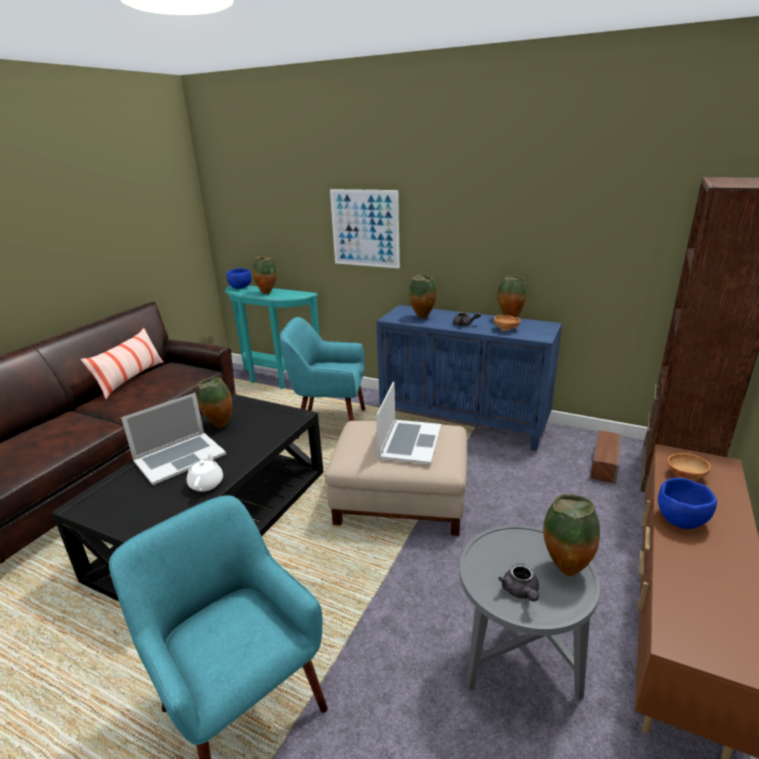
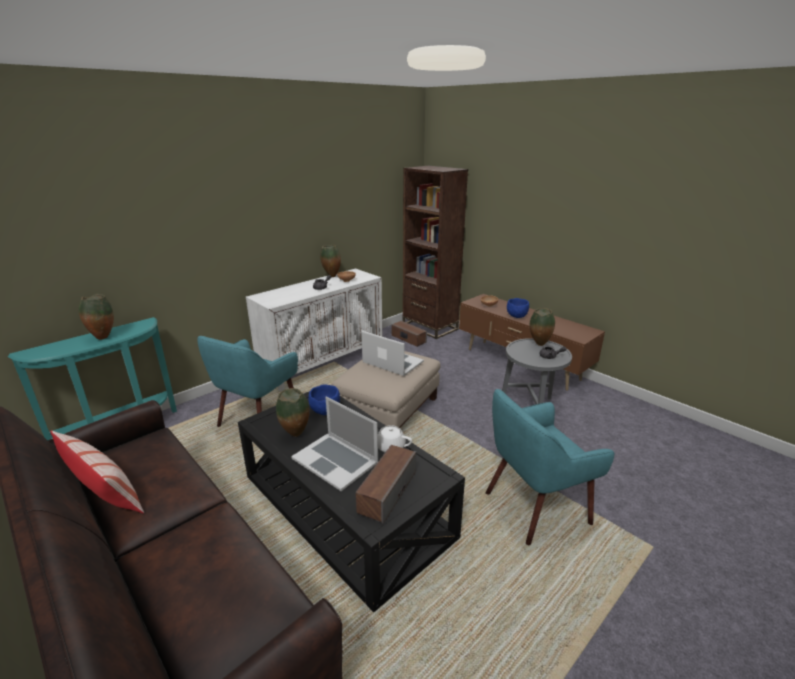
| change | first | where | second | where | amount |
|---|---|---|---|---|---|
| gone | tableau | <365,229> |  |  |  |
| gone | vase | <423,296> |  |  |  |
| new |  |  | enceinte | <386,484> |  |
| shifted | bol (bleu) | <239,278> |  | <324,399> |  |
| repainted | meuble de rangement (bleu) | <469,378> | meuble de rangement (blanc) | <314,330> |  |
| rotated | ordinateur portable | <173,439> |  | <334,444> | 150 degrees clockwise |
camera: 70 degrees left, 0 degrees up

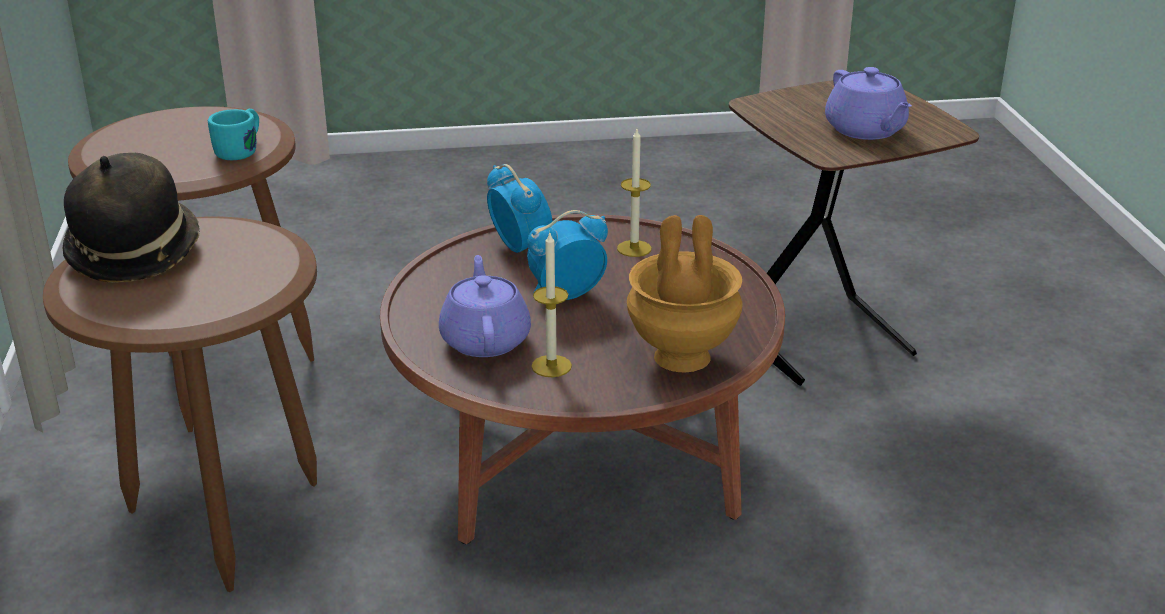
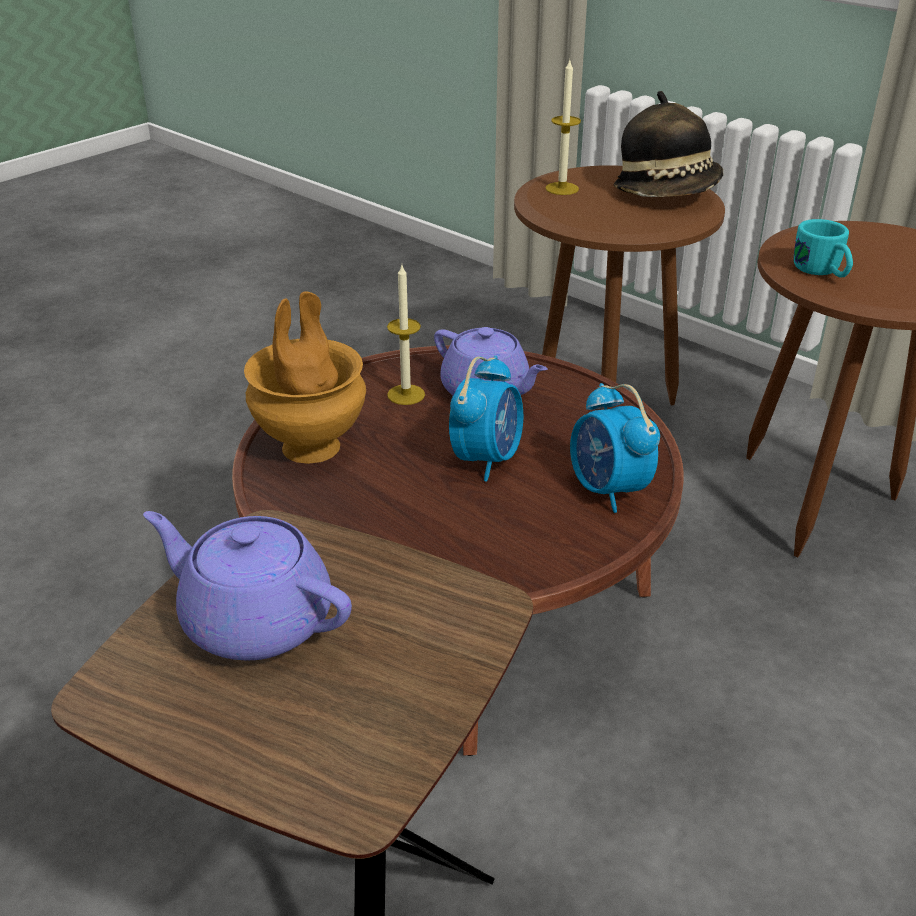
| change | first | where | second | where | amount |
|---|---|---|---|---|---|
| shifted | bougie | <634,193> |  | <563,126> |  |
| rotated | réveil | <520,208> |  | <615,448> | 45 degrees clockwise |
camera: 140 degrees right, 5 degrees up

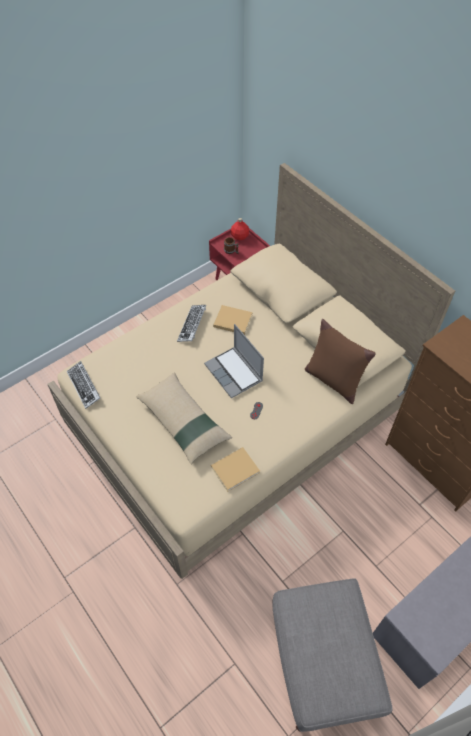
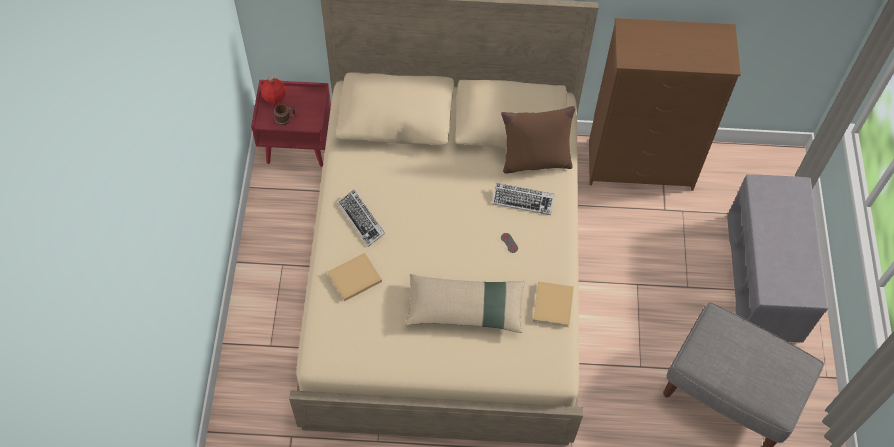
| change | first | where | second | where | amount |
|---|---|---|---|---|---|
| gone | ordinateur portable | <234,361> |  |  |  |
| shifted | clavier | <83,385> |  | <523,199> |  |
| shifted | livre (beige) | <233,320> |  | <355,277> |  |
camera: 50 degrees left, 5 degrees up

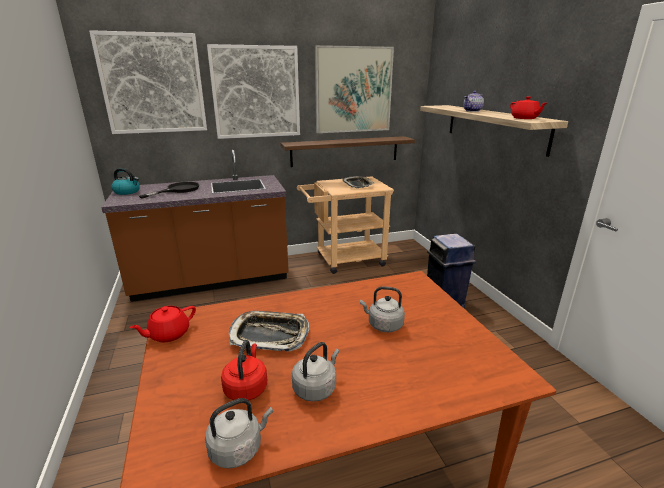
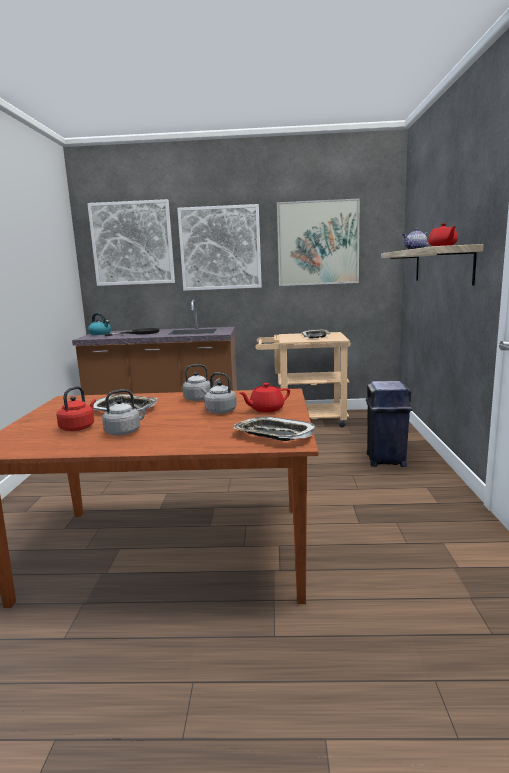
| change | first | where | second | where | amount |
|---|---|---|---|---|---|
| gone | étagère | <347,151> |  |  |  |
| new |  |  | plateau | <274,429> |  |
| shifted | théière (rouge) | <162,324> |  | <265,398> |  |
| shifted | bouilloire (gris) | <239,433> |  | <201,382> |  |
camera: 20 degrees right, 10 degrees down

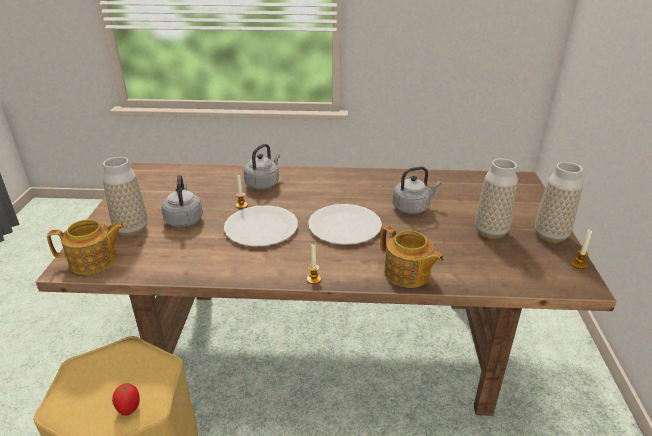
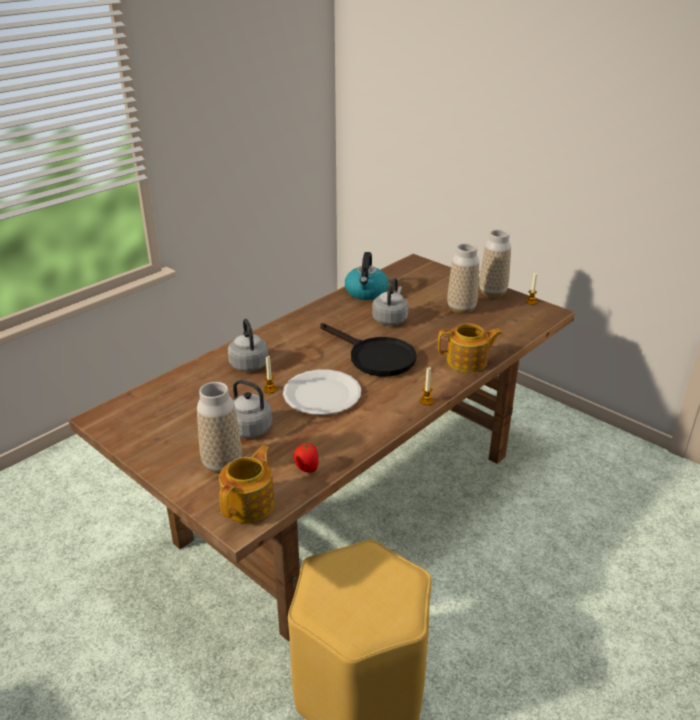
| change | first | where | second | where | amount |
|---|---|---|---|---|---|
| new |  |  | bouilloire | <367,276> |  |
| shifted | tomate | <126,400> |  | <306,458> |  |
| swapped | assiette (blanc) | <345,224> | poêle (noir) | <368,349> |  |
camera: 50 degrees left, 0 degrees up

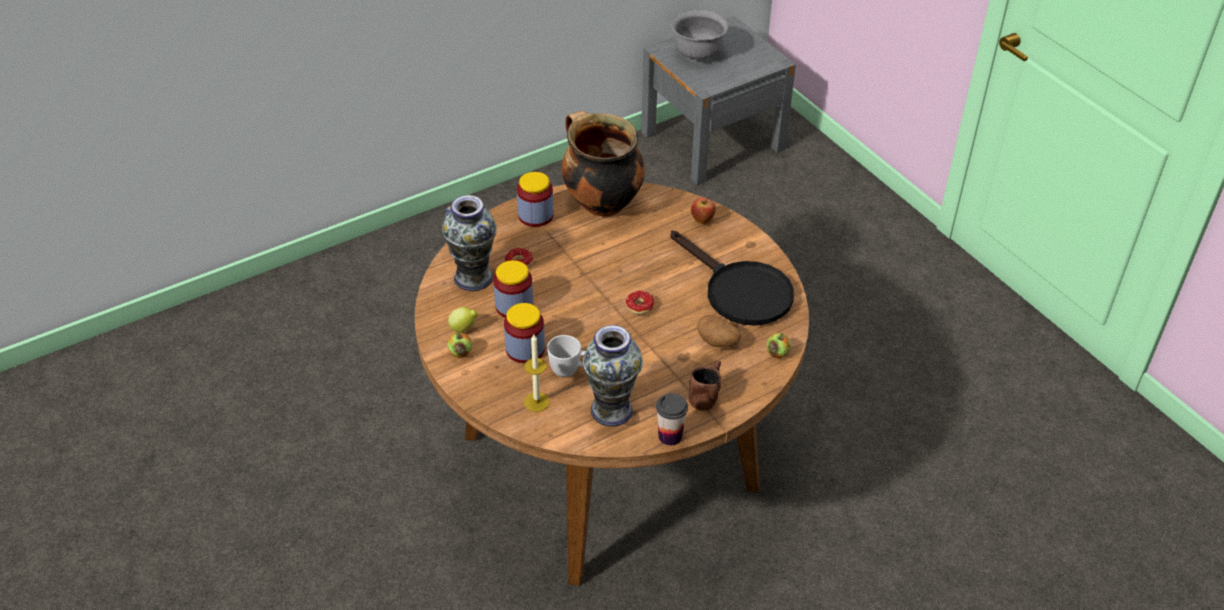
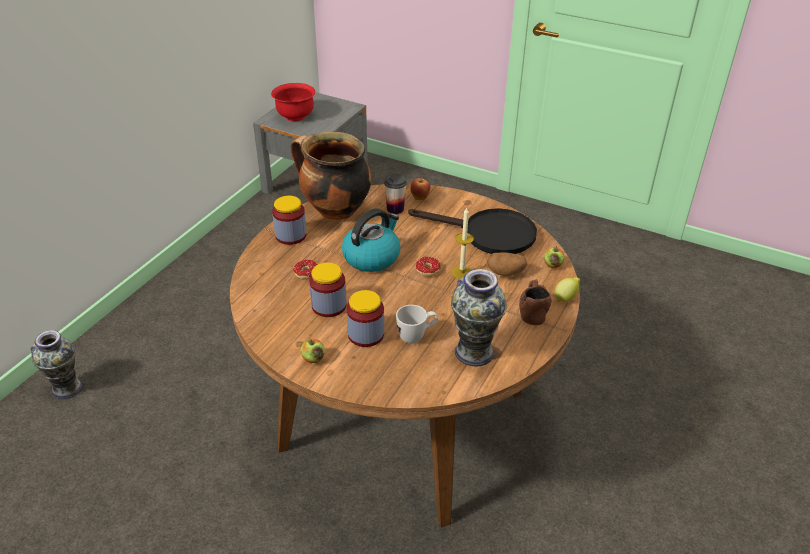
| change | first | where | second | where | amount |
|---|---|---|---|---|---|
| new |  |  | bouilloire | <371,240> |  |
| shifted | vase | <469,243> |  | <56,364> |  |
| shifted | citron | <463,320> |  | <567,289> |  |
| shifted | bougie | <537,373> |  | <463,243> |  |
| shifted | tasse | <672,419> |  | <395,194> |  |
| repainted | bol (gris) | <699,36> | bol (rouge) | <293,102> |  |
camera: 30 degrees left, 5 degrees down

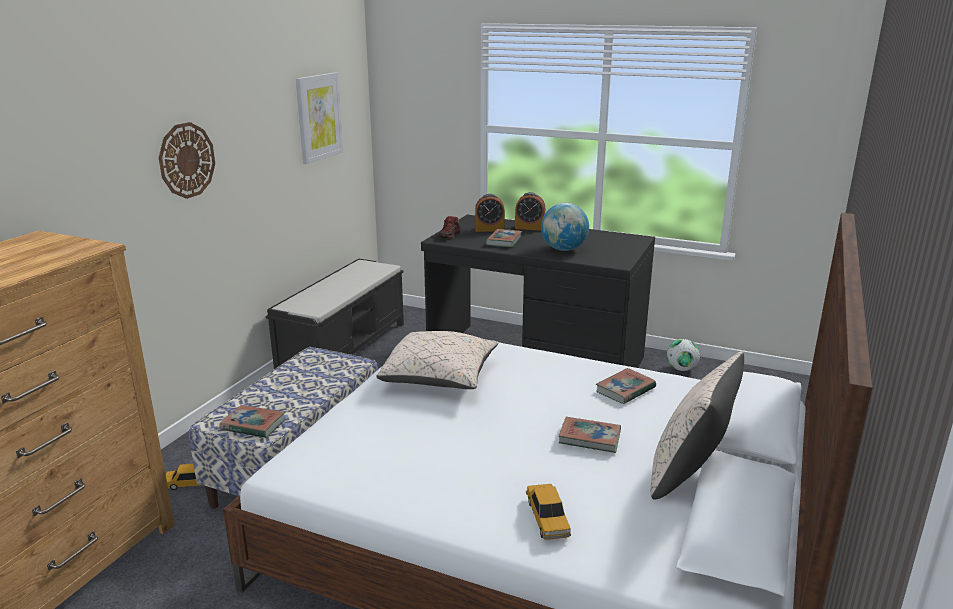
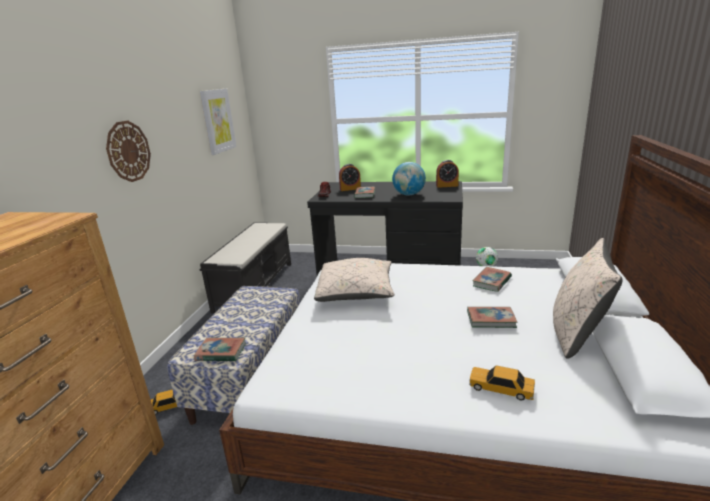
| change | first | where | second | where | amount |
|---|---|---|---|---|---|
| shifted | réveil | <530,211> |  | <447,174> |  |
| rotated | petite voiture | <548,512> |  | <502,383> | 135 degrees clockwise |
camera: 10 degrees left, 0 degrees up

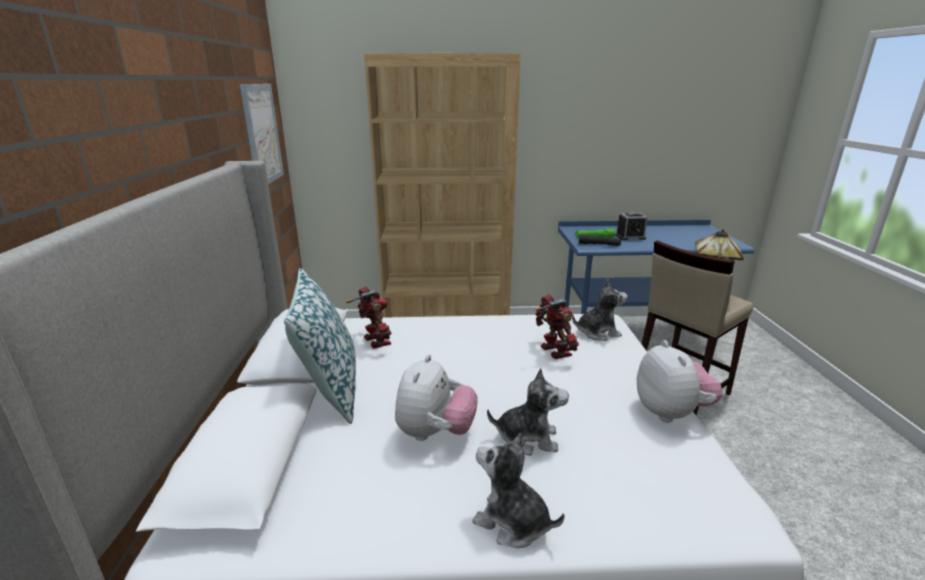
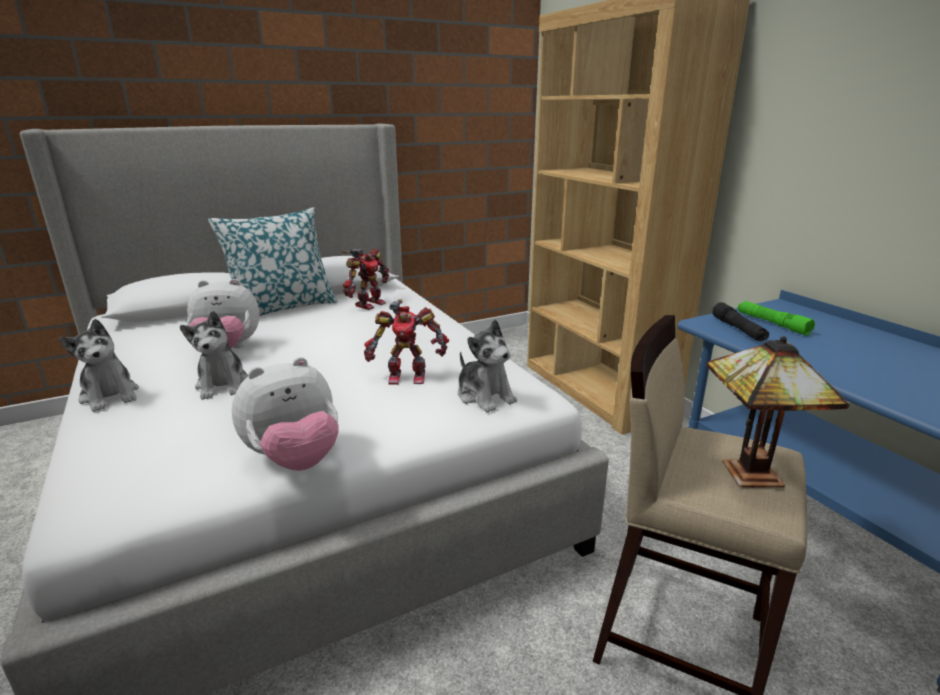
| change | first | where | second | where | amount |
|---|---|---|---|---|---|
| gone | tableau | <262,134> |  |  |  |
| gone | réveil | <632,226> |  |  |  |
| rotated | peluche | <518,490> |  | <99,365> | 135 degrees clockwise |
| rotated | robot jouet | <557,326> |  | <406,342> | 45 degrees clockwise |
camera: 65 degrees right, 0 degrees up

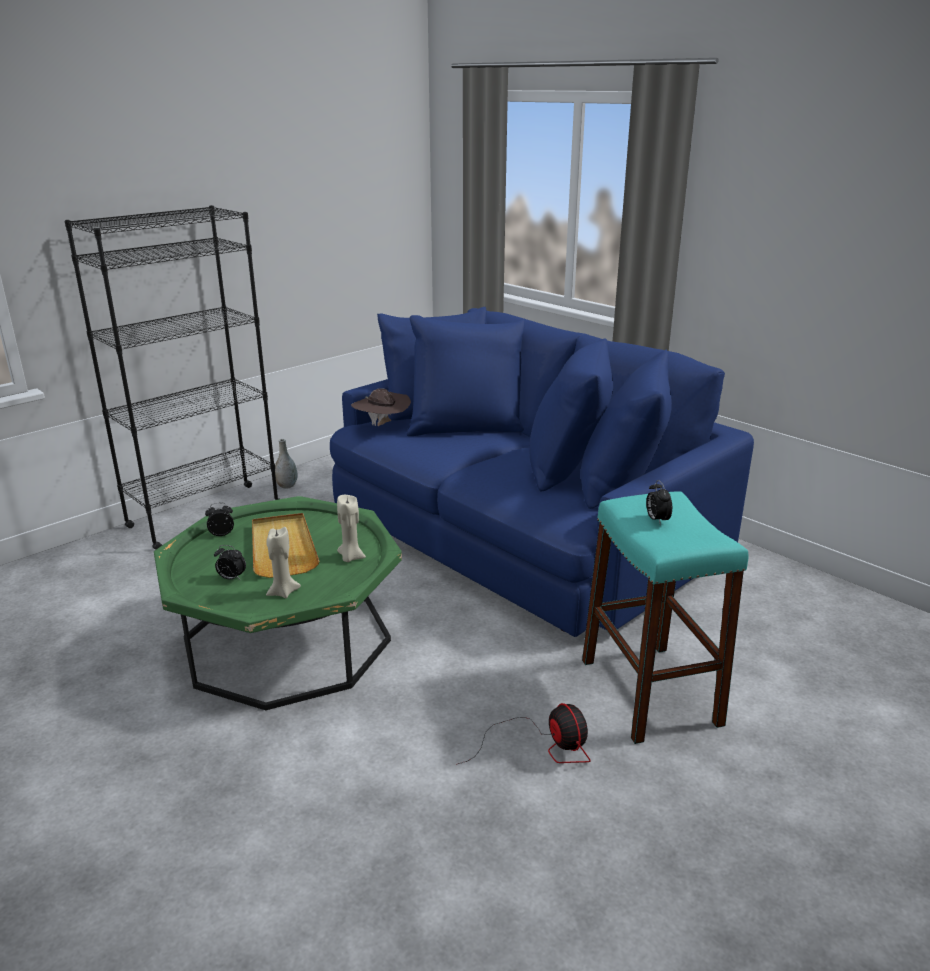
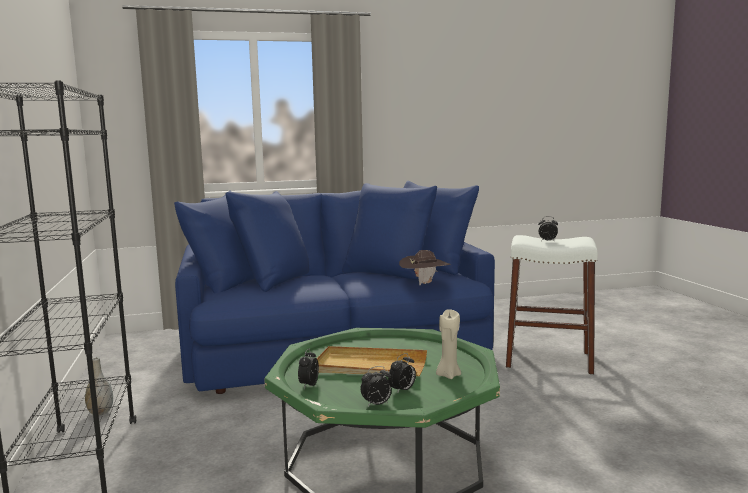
| change | first | where | second | where | amount |
|---|---|---|---|---|---|
| gone | bougie (beige) | <351,528> |  |  |  |
| gone | ventilateur | <523,734> |  |  |  |
| new |  |  | réveil | <376,386> |  |
| shifted | chapeau (marron) | <381,407> |  | <425,268> |  |
| repainted | tabouret (turquoise) | <665,618> | tabouret (blanc) | <552,305> |  |
camera: 60 degrees left, 15 degrees down

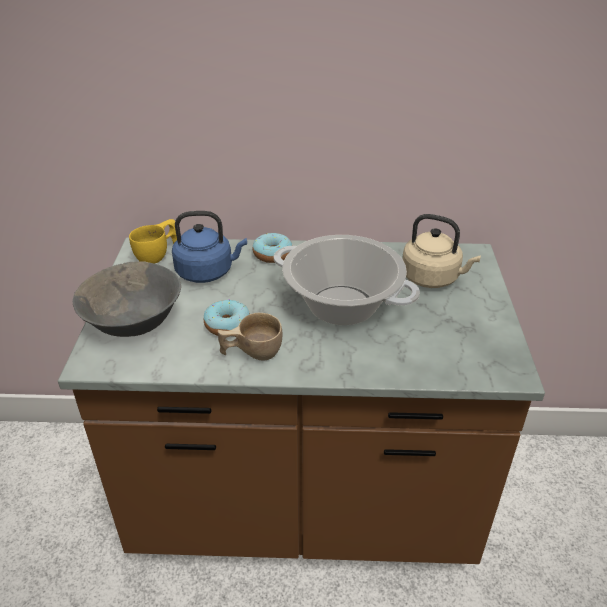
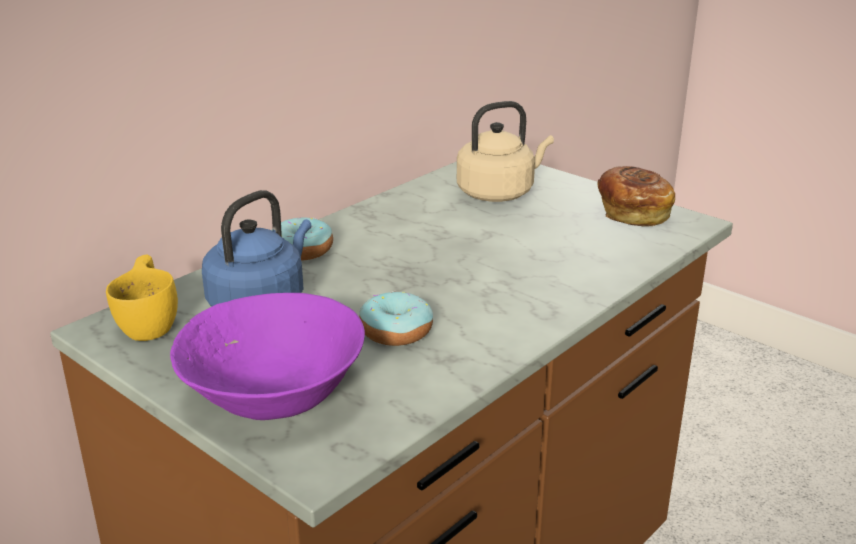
| change | first | where | second | where | amount |
|---|---|---|---|---|---|
| gone | tasse (beige) | <250,336> |  |  |  |
| gone | marmite | <346,280> |  |  |  |
| new |  |  | pain | <636,196> |  |
| repainted | bol (gris) | <127,299> | bol (violet) | <267,356> |  |
camera: 50 degrees left, 10 degrees down

